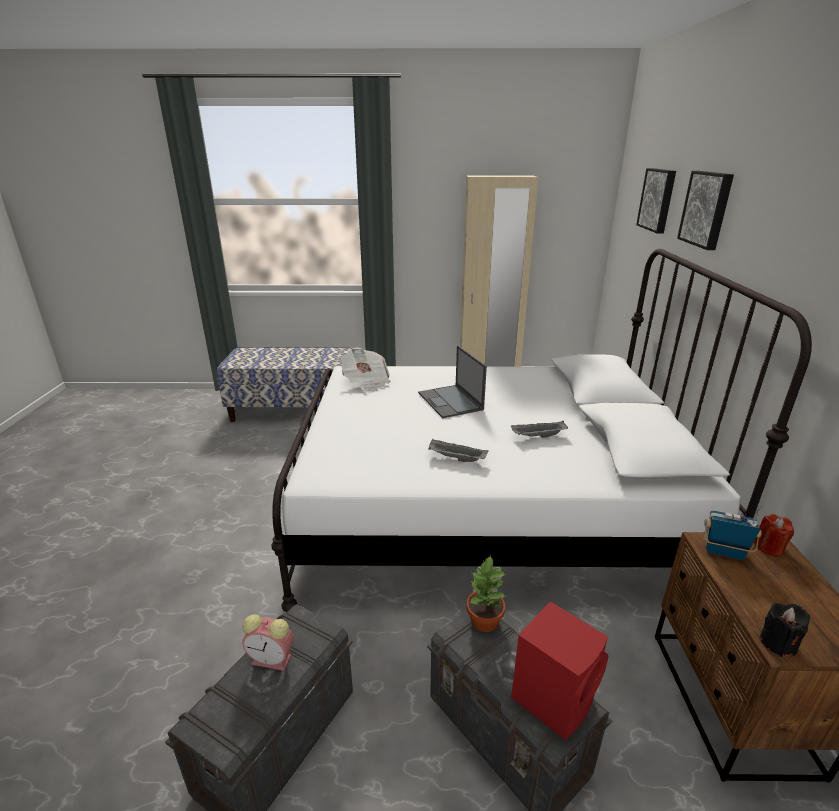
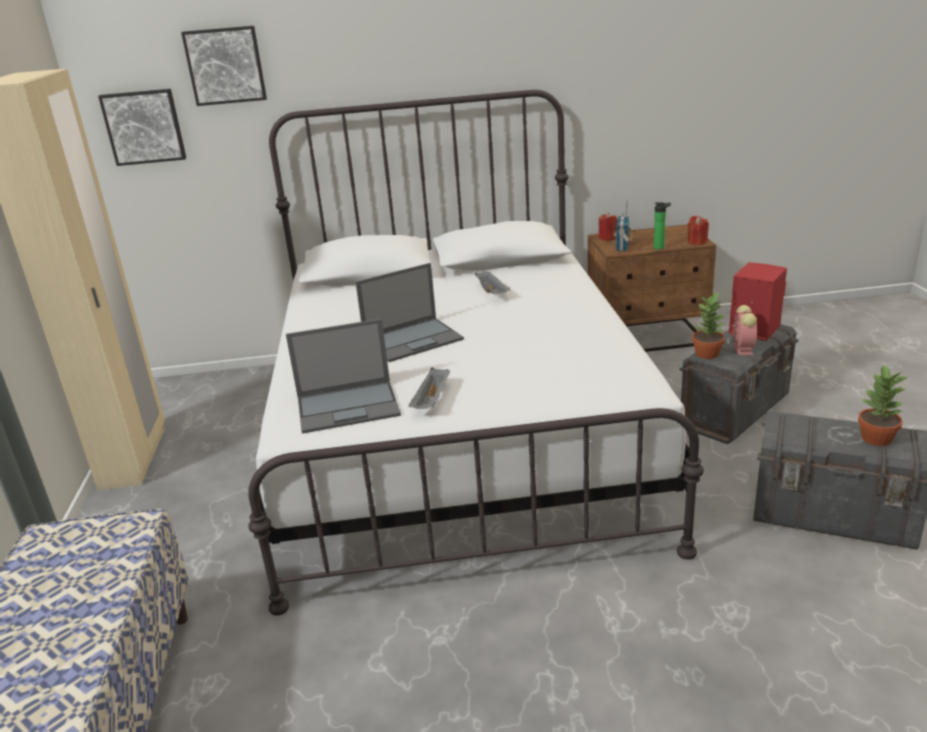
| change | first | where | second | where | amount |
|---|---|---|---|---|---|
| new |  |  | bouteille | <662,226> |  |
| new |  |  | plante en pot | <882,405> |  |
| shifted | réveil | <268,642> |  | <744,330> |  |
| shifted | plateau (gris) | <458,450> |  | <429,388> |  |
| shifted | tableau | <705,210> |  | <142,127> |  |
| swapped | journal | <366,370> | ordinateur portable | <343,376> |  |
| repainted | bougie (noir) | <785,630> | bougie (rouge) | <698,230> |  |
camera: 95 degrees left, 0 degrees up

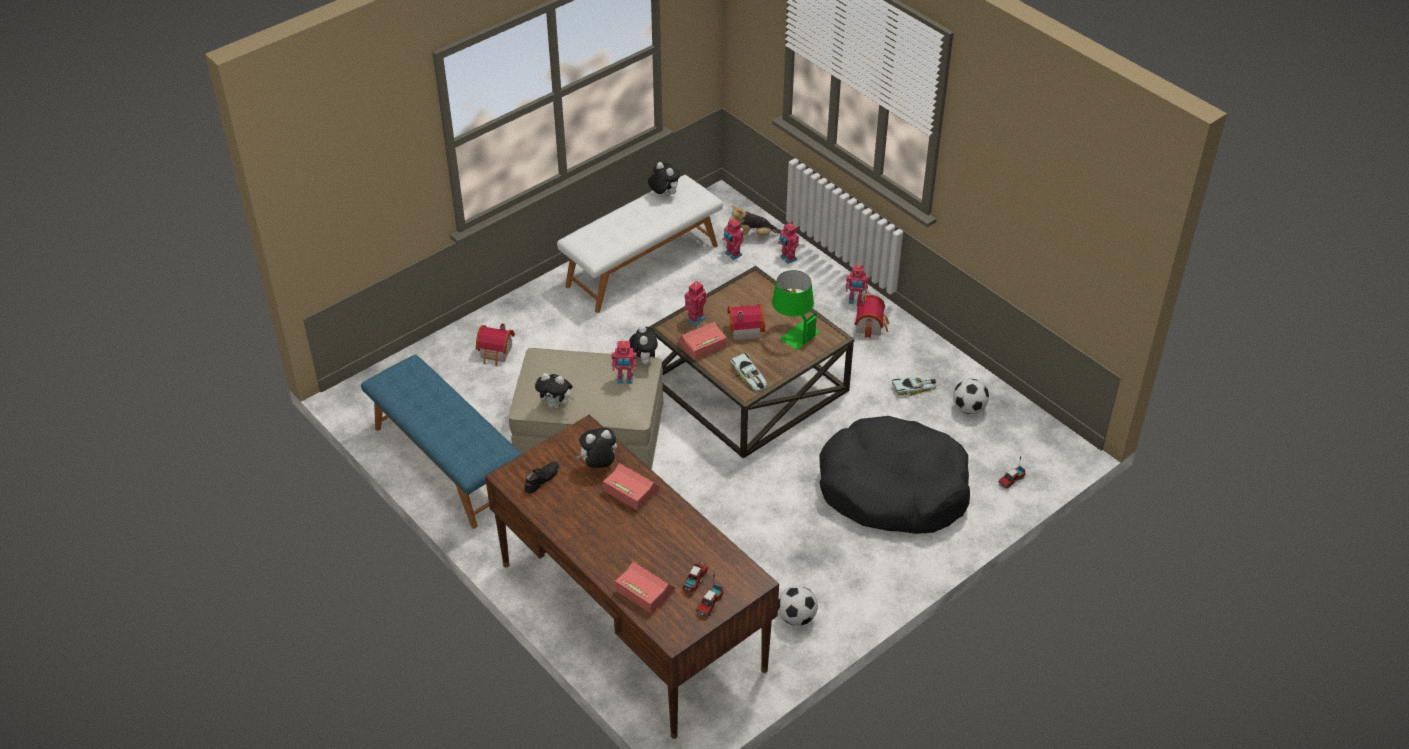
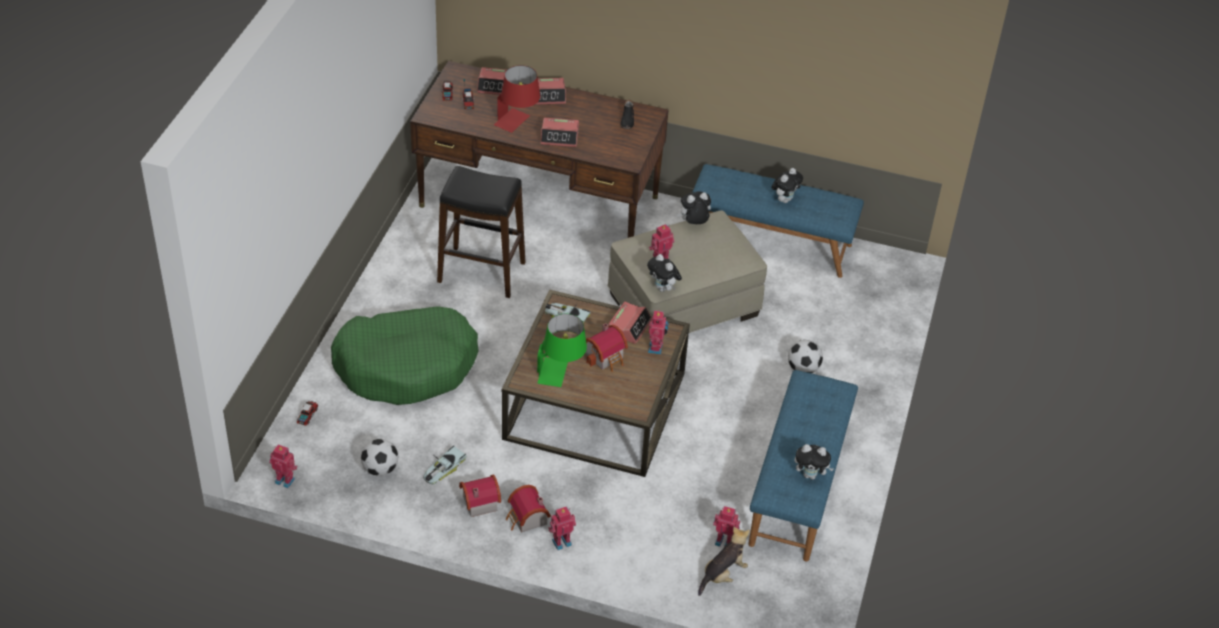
| change | first | where | second | where | amount |
|---|---|---|---|---|---|
| new |  |  | tabouret (noir) | <481,232> |  |
| new |  |  | lampe de table (rouge) | <517,99> |  |
| new |  |  | réveil | <550,91> |  |
| shifted | maison miniature | <495,344> |  | <480,496> |  |
| shifted | peluche | <596,448> |  | <787,185> |  |
| shifted | robot jouet | <788,243> |  | <283,466> |  |
| shifted | ballon de foot | <798,606> |  | <805,356> |  |
| repainted | banc (blanc) | <640,244> | banc (bleu) | <803,465> |  |
| repainted | panier pour chien (noir) | <894,475> | panier pour chien (vert) | <405,355> |  |
camera: 145 degrees right, 0 degrees up

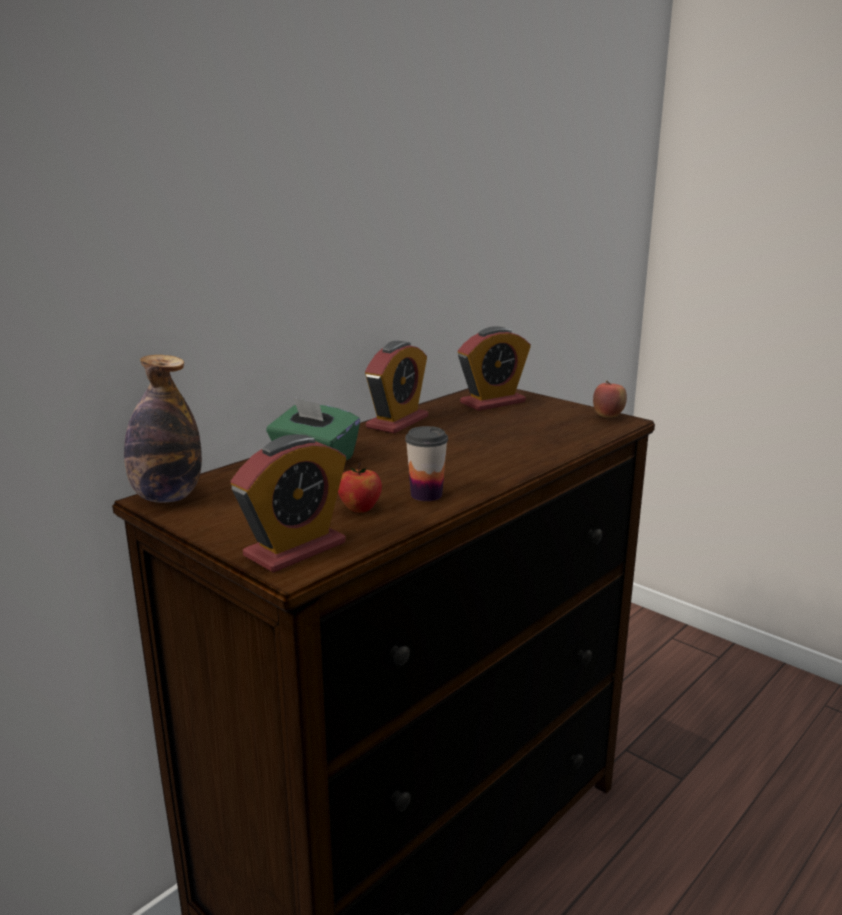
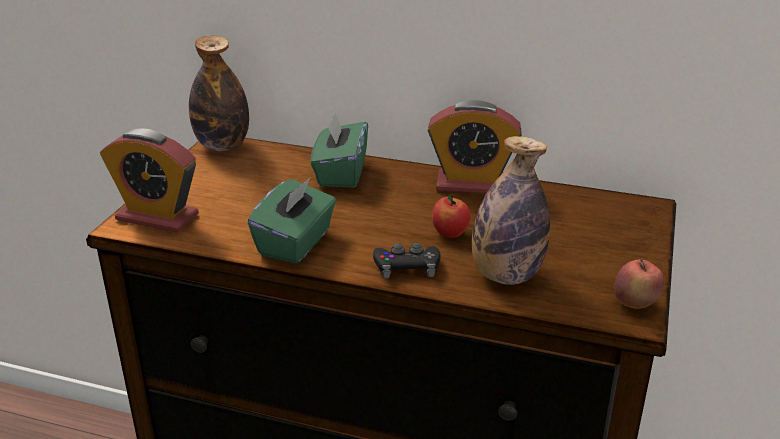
| change | first | where | second | where | amount |
|---|---|---|---|---|---|
| gone | réveil | <494,368> |  |  |  |
| new |  |  | manette (noir) | <407,260> |  |
| new |  |  | bouteille | <511,210> |  |
| shifted | pomme | <360,488> |  | <451,216> |  |
| swapped | tasse | <426,463> | boîte à mouchoirs (vert) | <292,220> |  |
camera: 65 degrees right, 10 degrees up

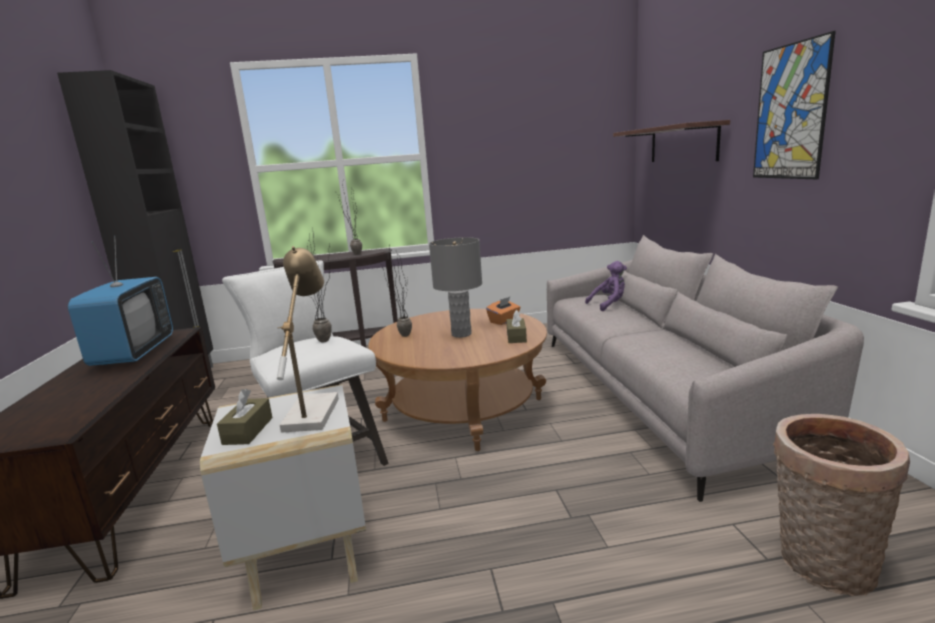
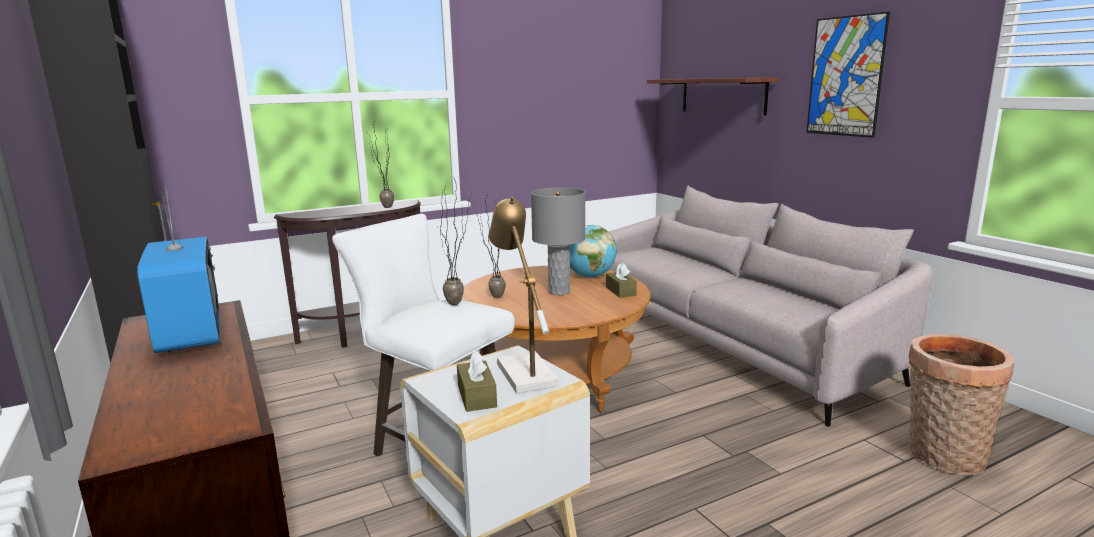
| change | first | where | second | where | amount |
|---|---|---|---|---|---|
| gone | peluche (violet) | <606,286> |  |  |  |
| swapped | boîte à mouchoirs (orange) | <503,311> | globe | <593,251> |  |
camera: 20 degrees left, 0 degrees up

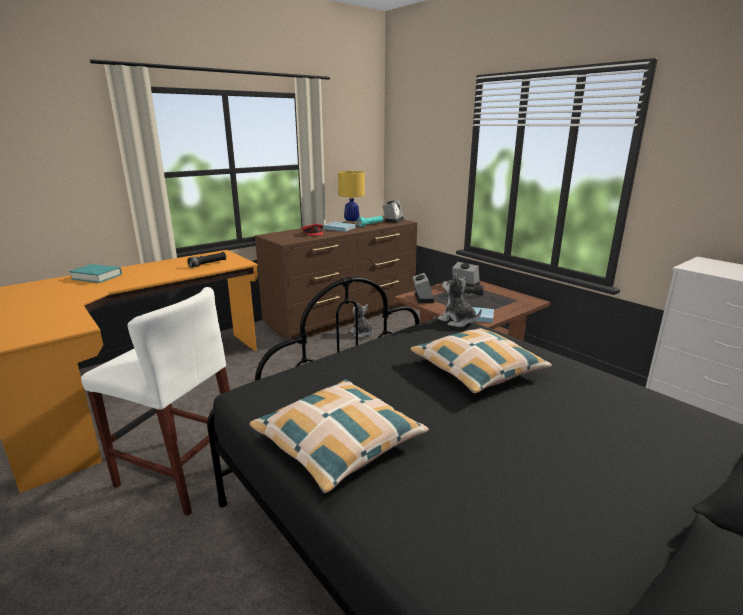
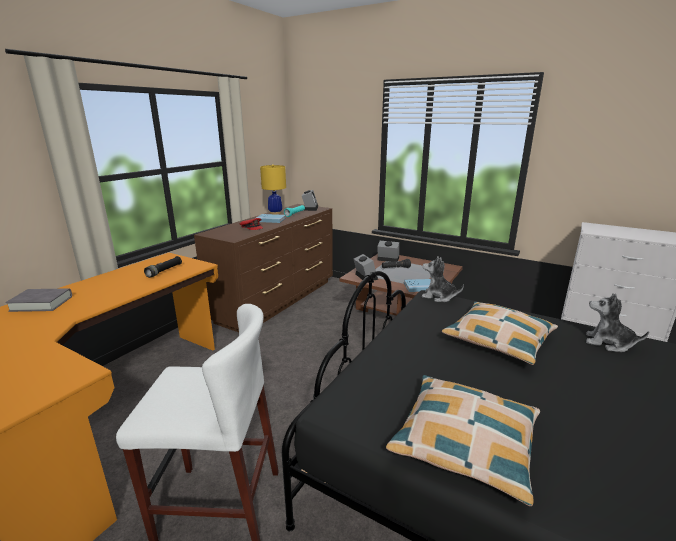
| change | first | where | second | where | amount |
|---|---|---|---|---|---|
| shifted | peluche | <361,320> |  | <617,322> |  |
| repainted | livre (turquoise) | <95,273> | livre (gris) | <38,300> |  |
camera: 20 degrees left, 0 degrees up

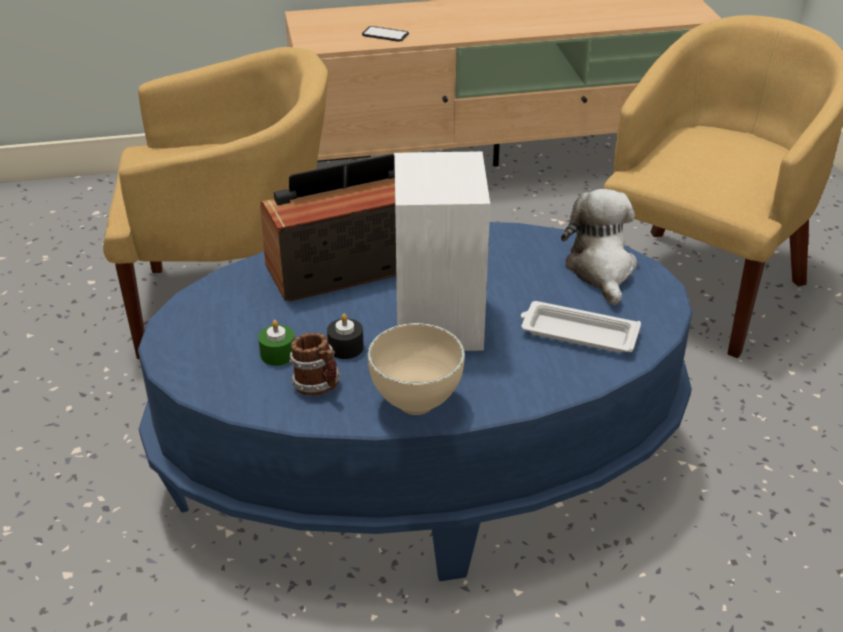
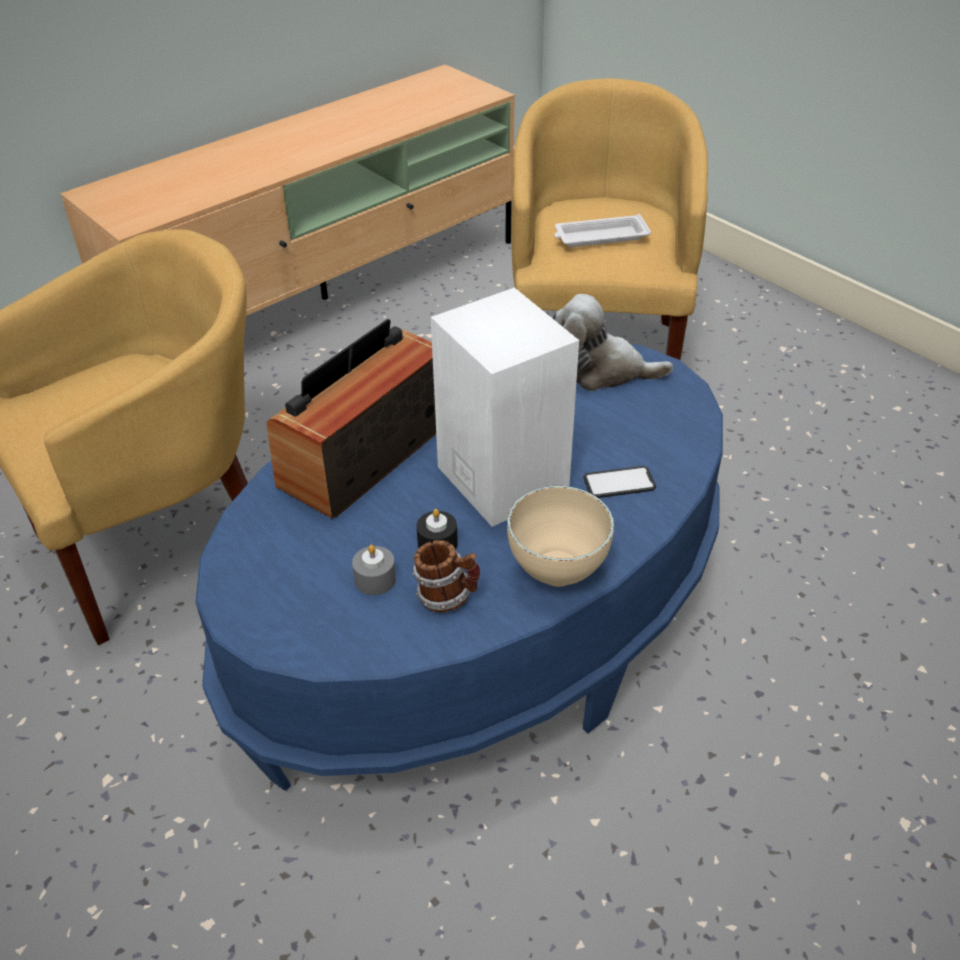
| change | first | where | second | where | amount |
|---|---|---|---|---|---|
| shifted | téléphone | <385,34> |  | <619,482> |  |
| shifted | plateau (blanc) | <581,327> |  | <602,230> |  |
| repainted | bougie (vert) | <276,343> | bougie (gris) | <374,570> |  |
| rotated | peluche | <599,247> |  | <612,342> | 45 degrees counterclockwise |
camera: 30 degrees left, 5 degrees up

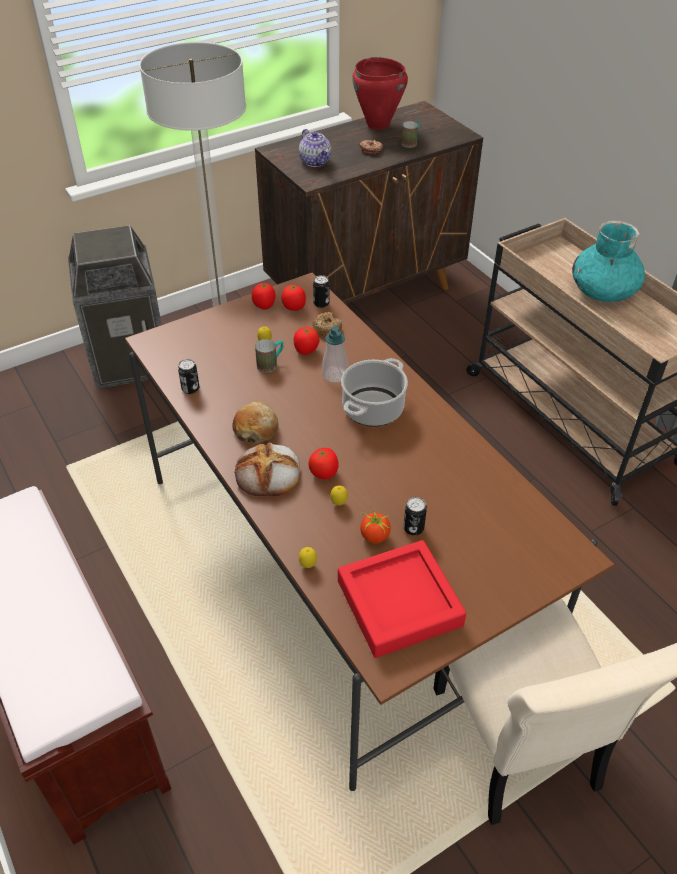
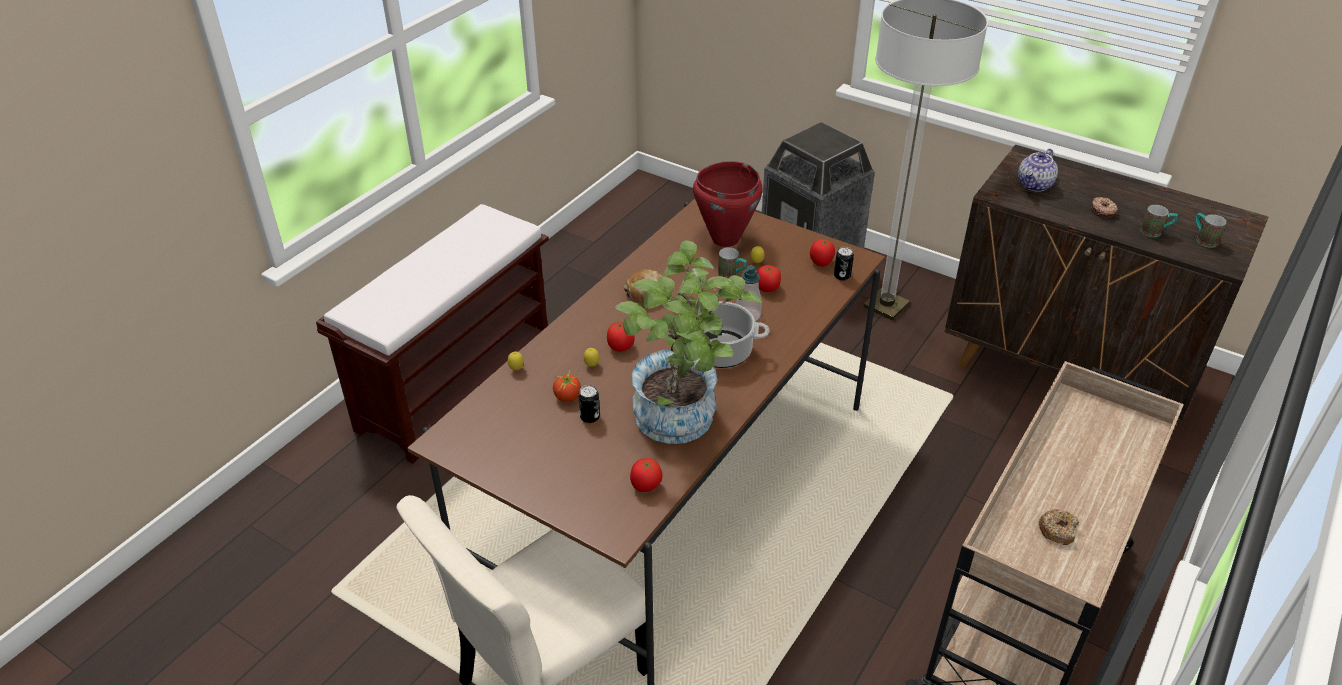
| change | first | where | second | where | amount |
|---|---|---|---|---|---|
| gone | boîte métallique | <188,376> |  |  |  |
| gone | pain | <267,469> |  |  |  |
| gone | plateau (rouge) | <402,599> |  |  |  |
| gone | vase (turquoise) | <608,261> |  |  |  |
| new |  |  | plante en pot | <688,342> |  |
| new |  |  | mug | <1211,230> |  |
| shifted | tomate | <264,296> |  | <646,475> |  |
| shifted | beignet | <327,324> |  | <1058,527> |  |
| shifted | marmite (rouge) | <380,93> |  | <727,204> |  |
camera: 65 degrees right, 5 degrees down

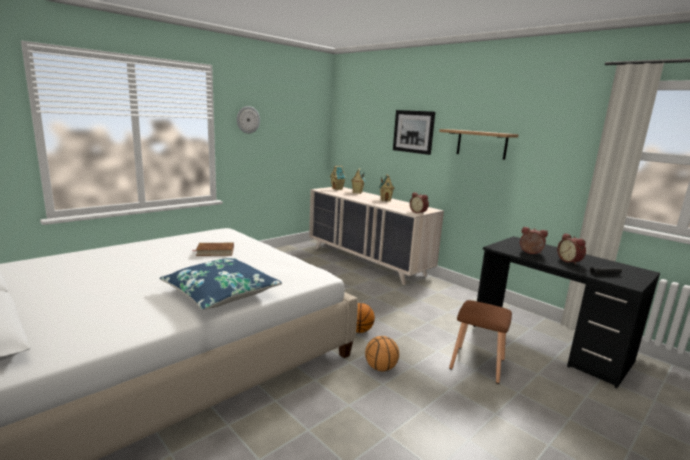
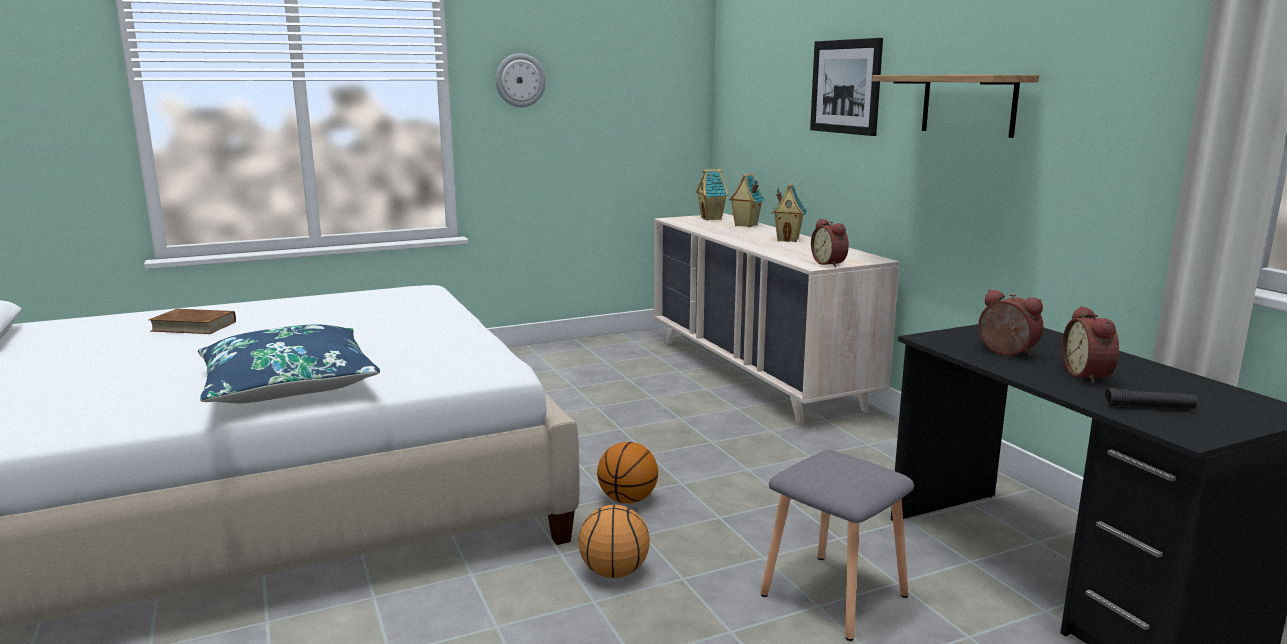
| change | first | where | second | where | amount |
|---|---|---|---|---|---|
| shifted | livre (marron) | <213,249> |  | <192,321> |  |
| repainted | tabouret (marron) | <480,342> | tabouret (gris) | <837,545> |  |
camera: 20 degrees right, 0 degrees up

